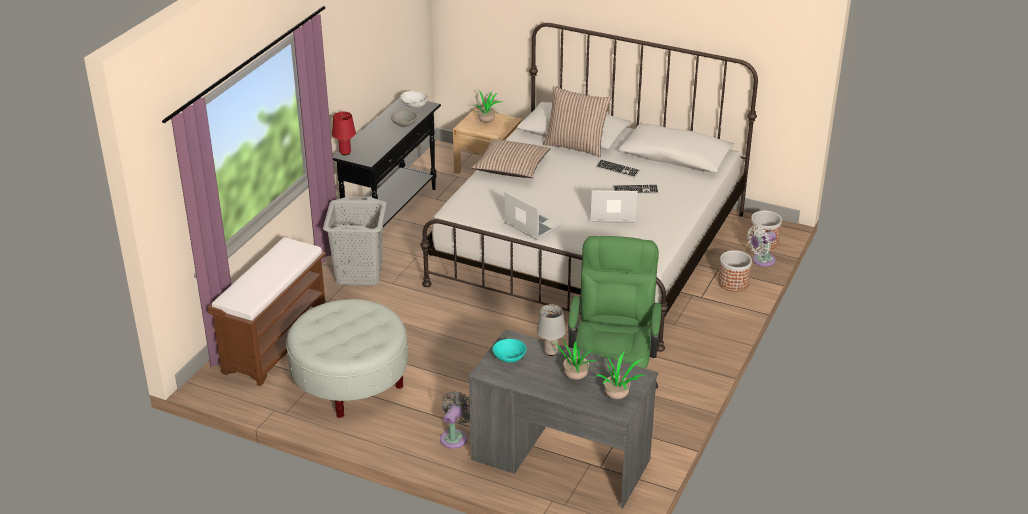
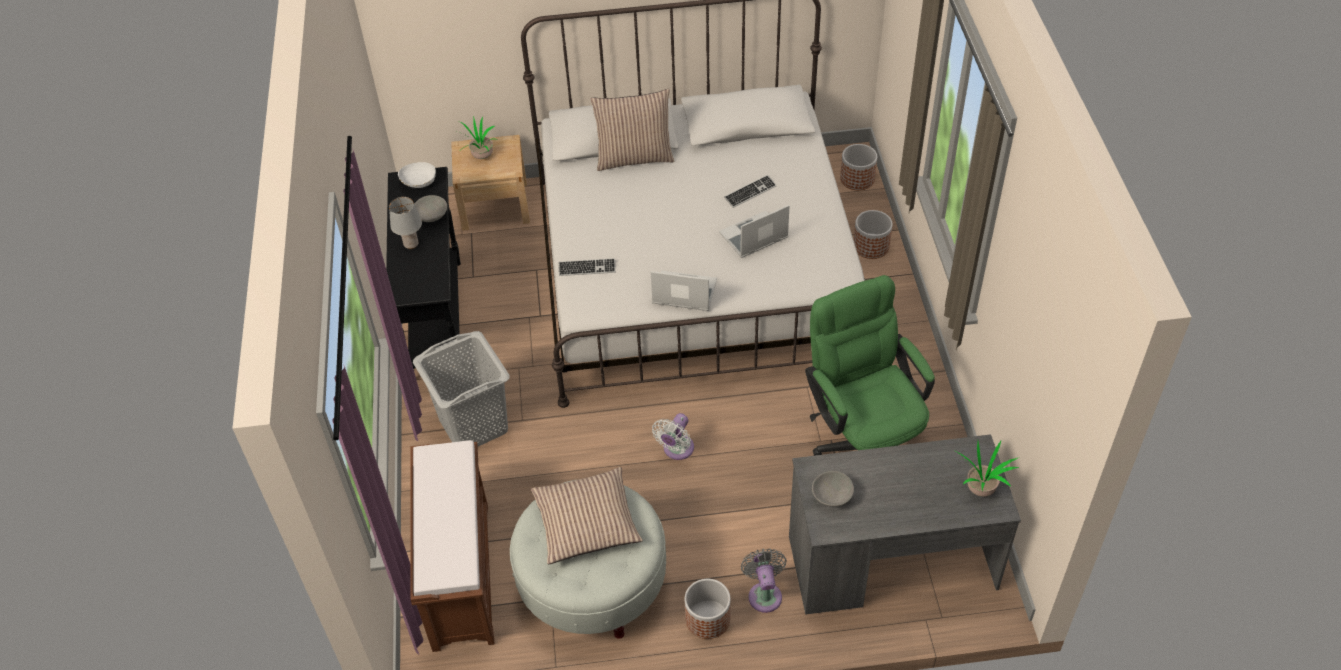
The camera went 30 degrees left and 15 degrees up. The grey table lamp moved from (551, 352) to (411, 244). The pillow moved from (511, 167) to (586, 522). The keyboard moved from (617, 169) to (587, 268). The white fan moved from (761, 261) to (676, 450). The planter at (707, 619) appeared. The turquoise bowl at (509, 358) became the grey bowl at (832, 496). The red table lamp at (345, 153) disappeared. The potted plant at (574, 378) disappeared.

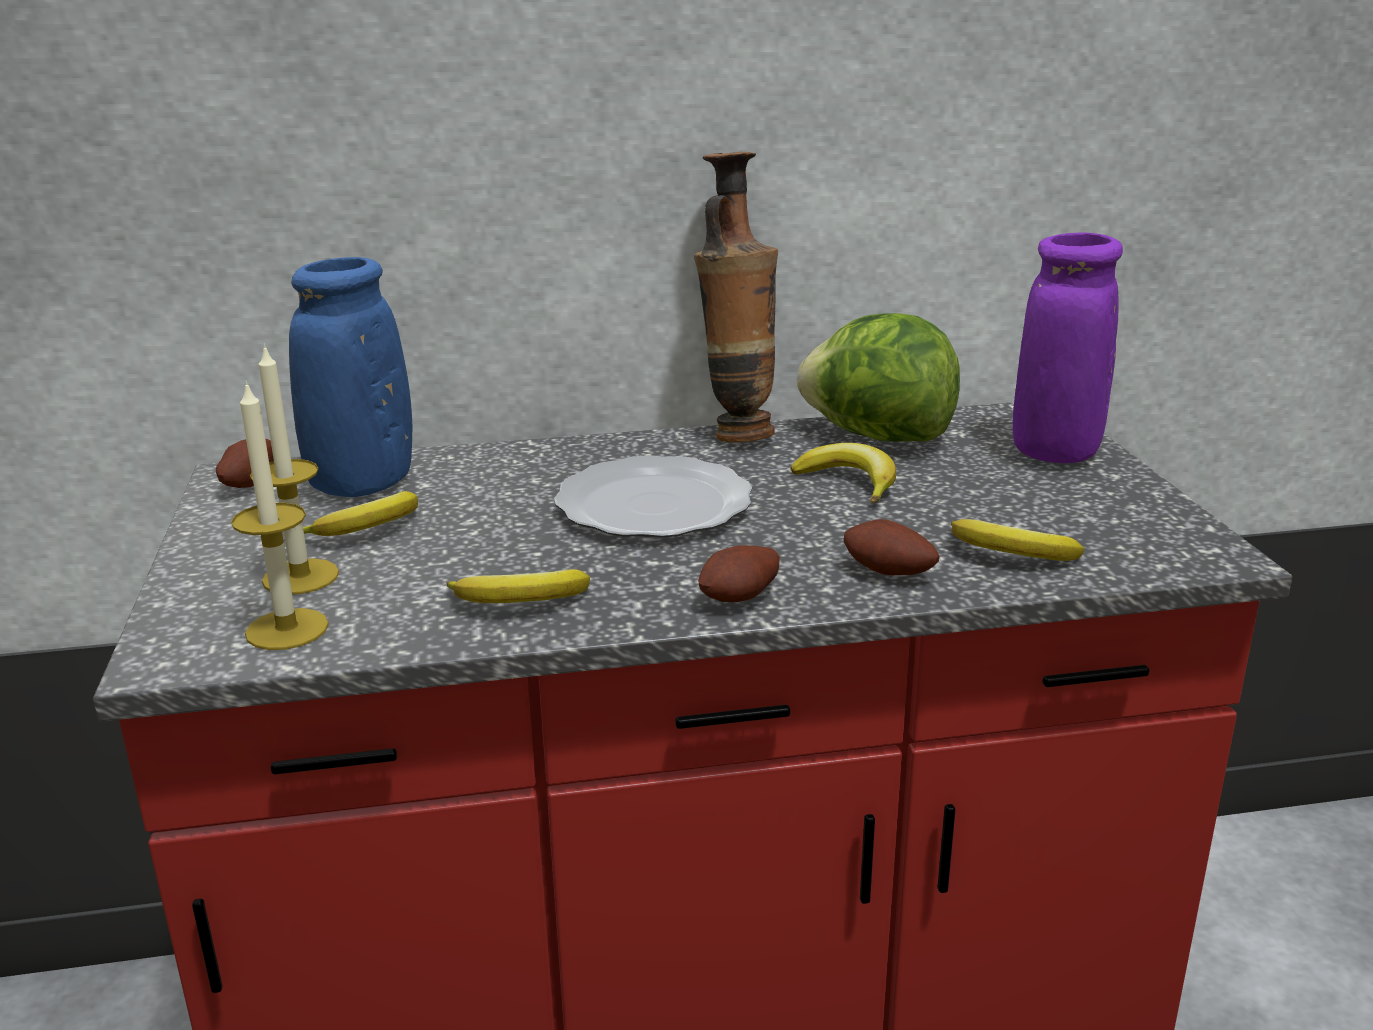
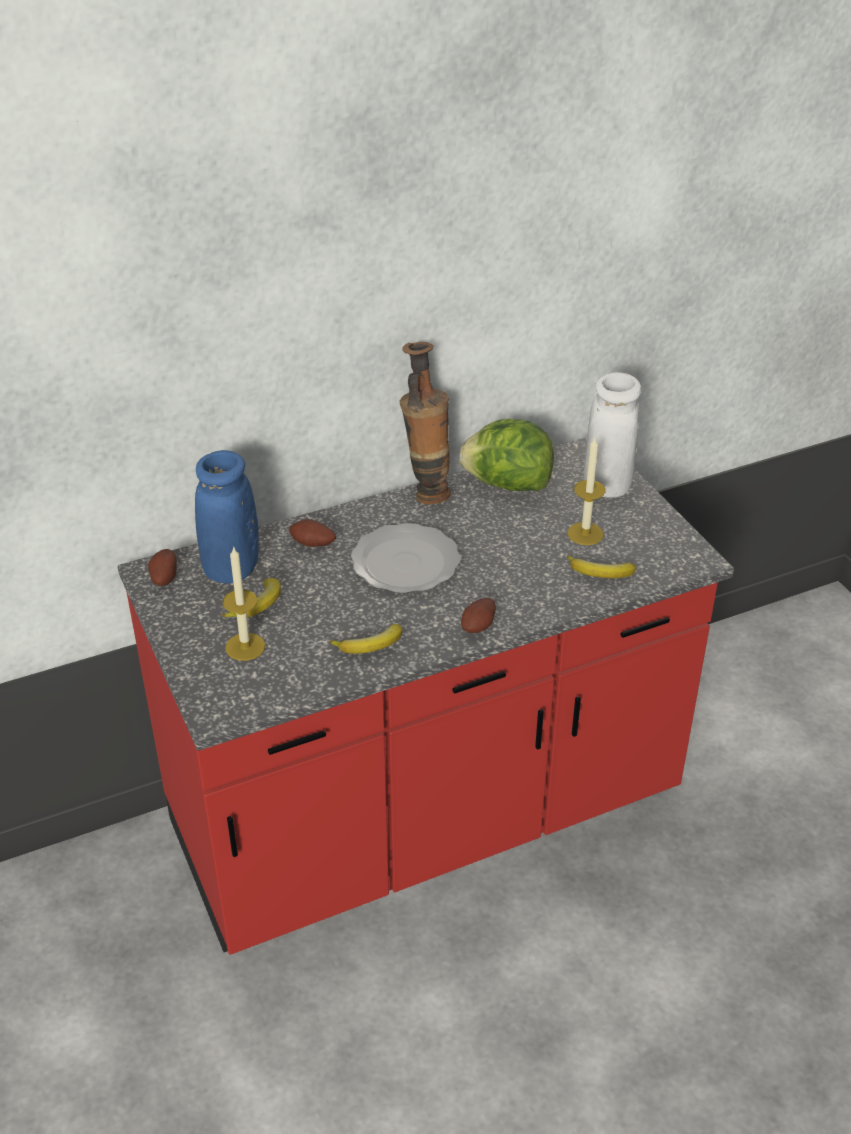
The camera went 15 degrees left and 15 degrees up. The potato moved from (887, 574) to (312, 545). The candle moved from (287, 629) to (585, 533). The purple vase at (1055, 452) became the white vase at (607, 486). The banana at (849, 483) disappeared.

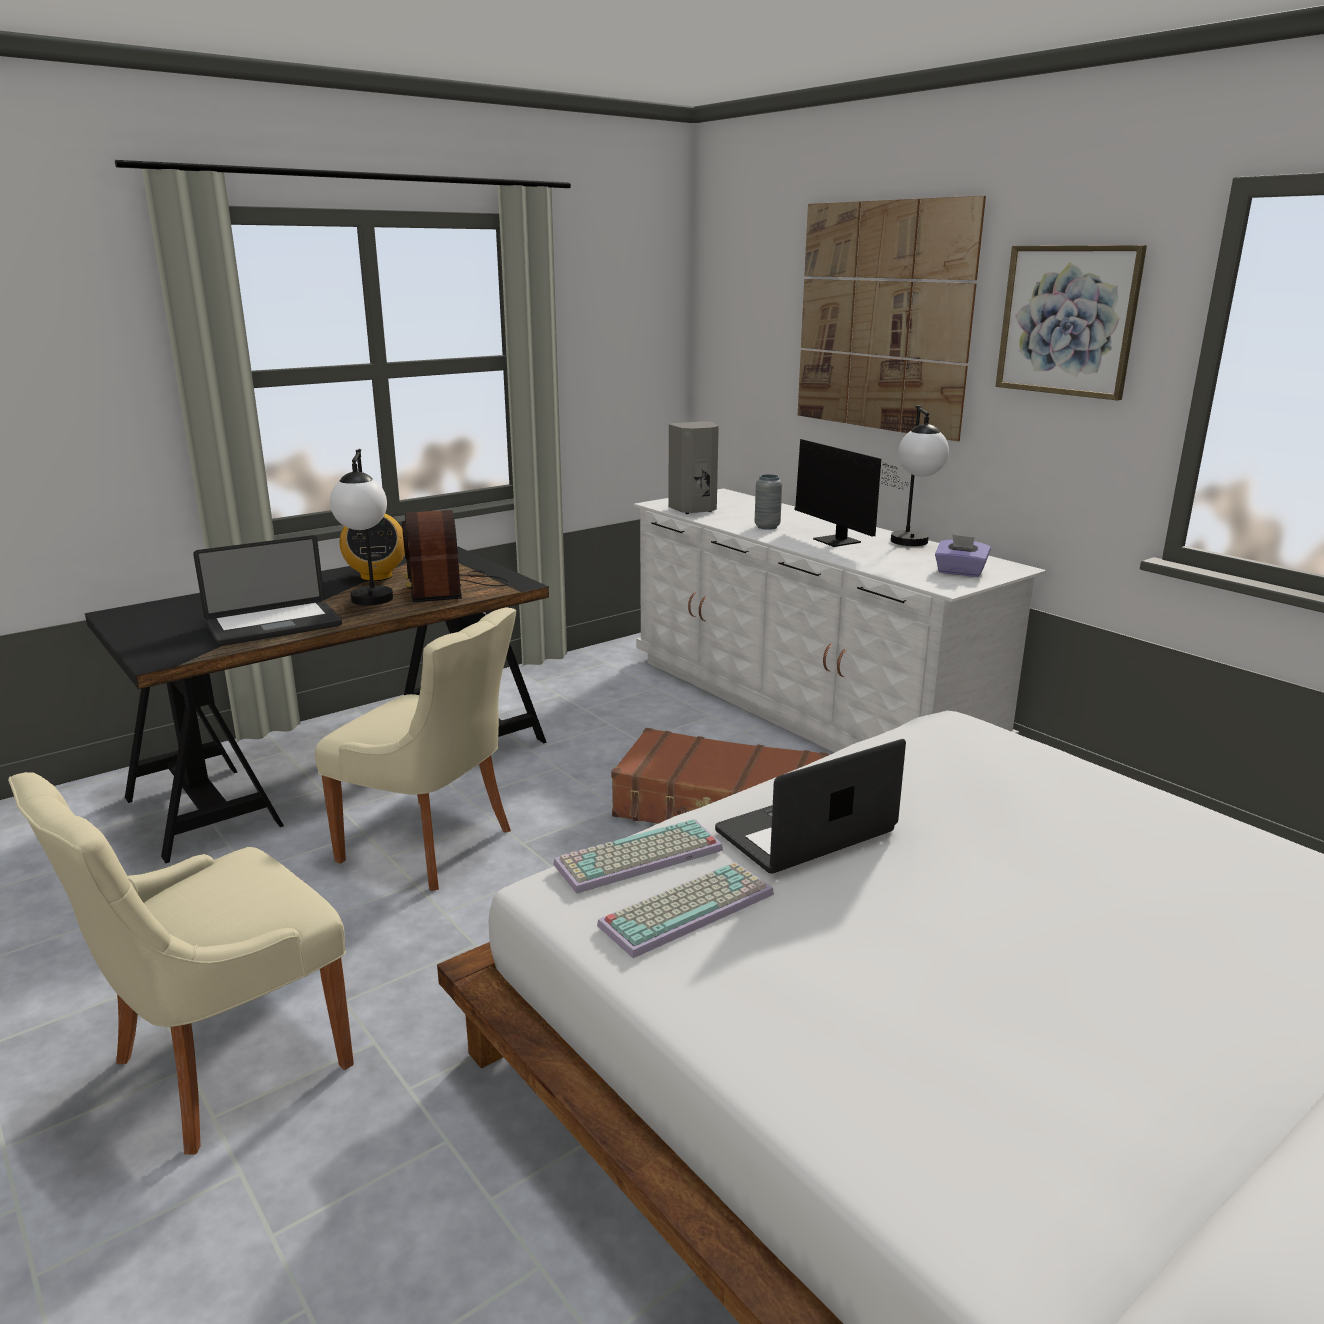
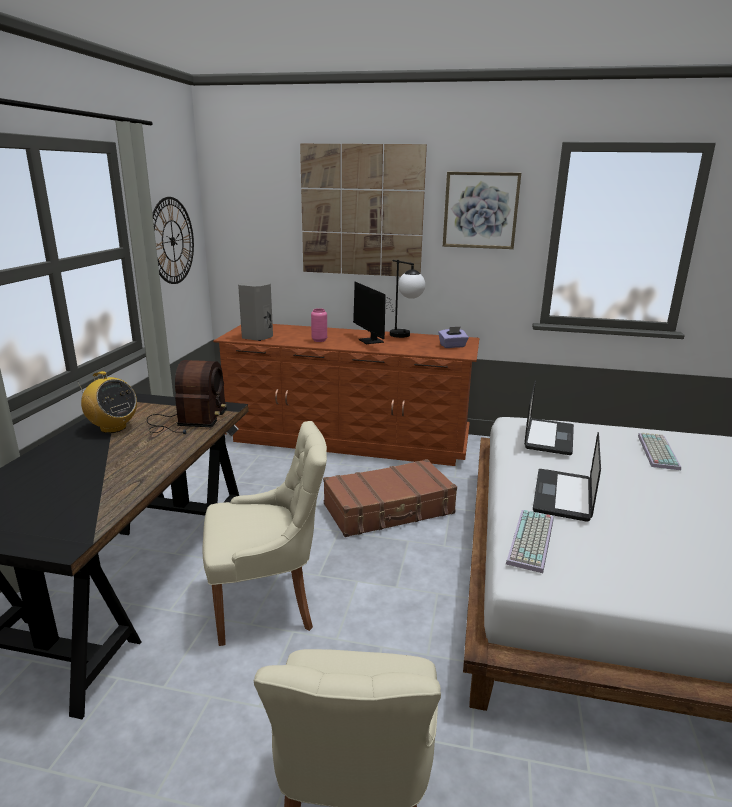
The camera went 40 degrees left and 0 degrees up. The radio at (452, 588) turned 120 degrees counterclockwise. The wall clock at (172, 241) appeared. The white dresser at (805, 703) became the brown dresser at (348, 439). The grey vase at (767, 527) became the pink vase at (319, 340). The monitor at (839, 542) turned 45 degrees clockwise. The laptop moved from (274, 626) to (549, 437). The keyboard moved from (687, 907) to (656, 451). The table lamp at (371, 604) disappeared.

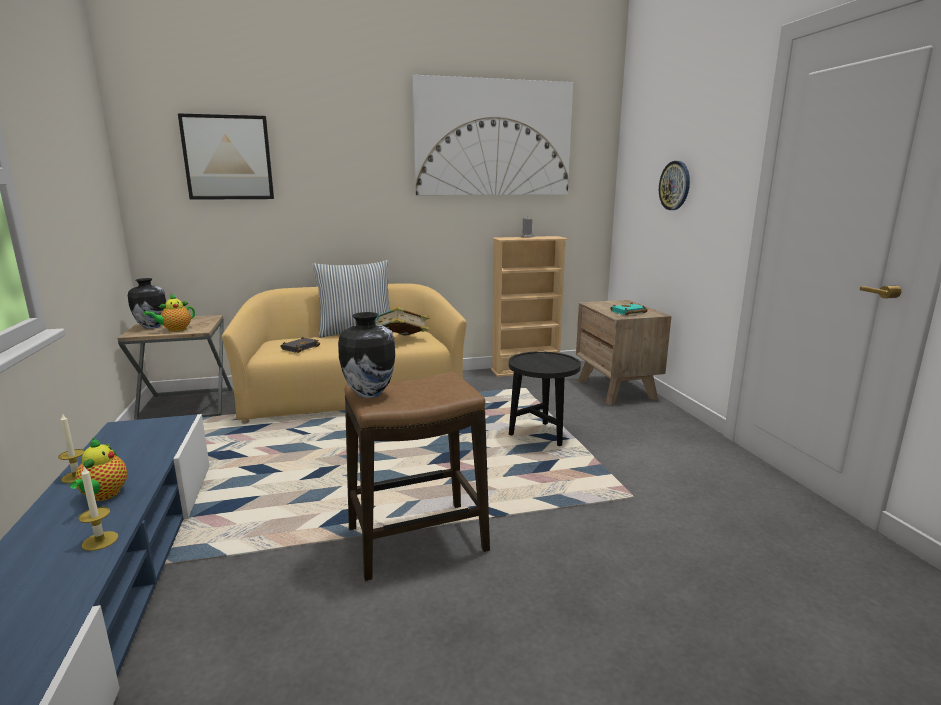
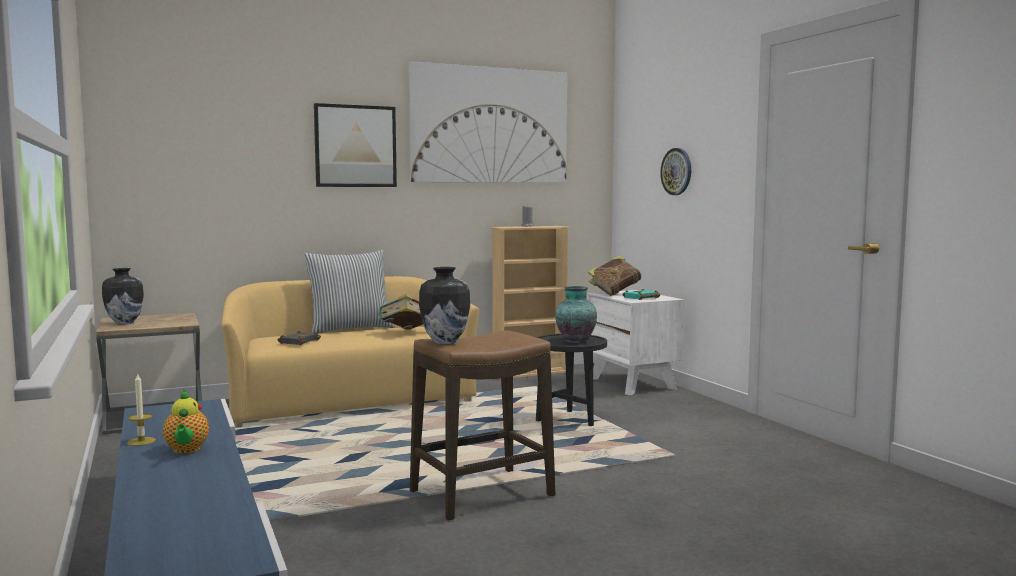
The camera went 10 degrees left and 10 degrees down. The picture moved from (228, 158) to (355, 146). The vase at (575, 341) appeared. The brown nightstand at (616, 389) became the white nightstand at (632, 383). The book at (614, 293) appeared. The candle at (100, 541) disappeared. The teapot at (175, 330) disappeared.

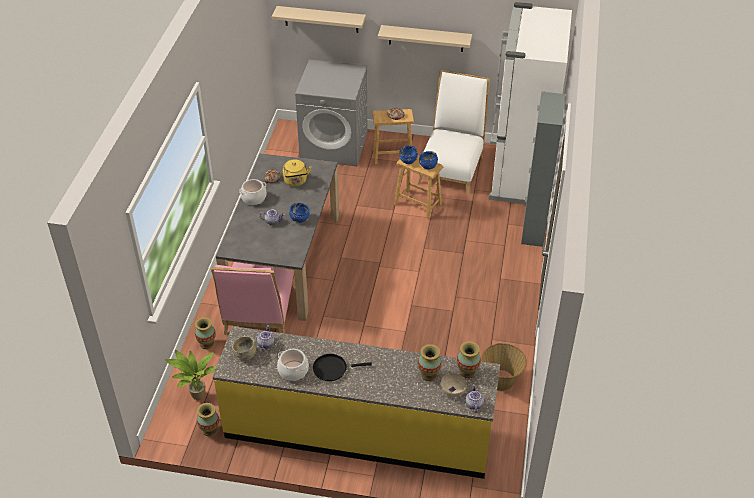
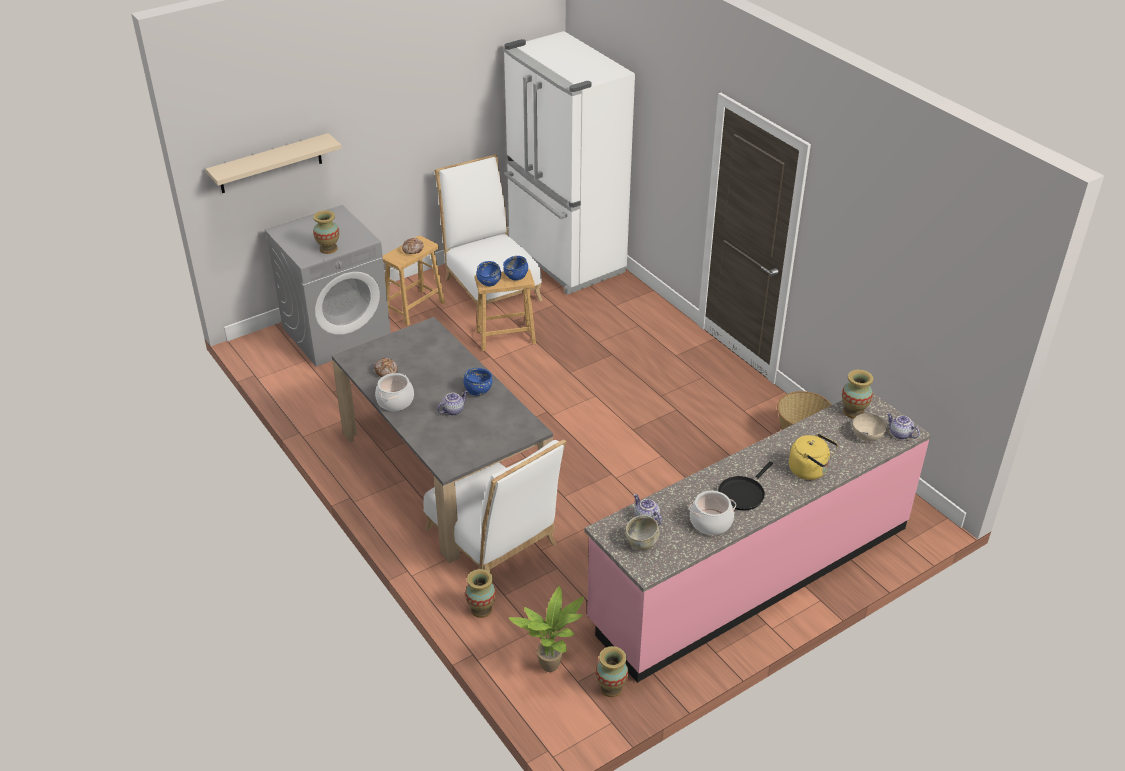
The camera went 45 degrees left and 5 degrees down. The vase moved from (429, 374) to (328, 249). The pink chair at (258, 314) became the white chair at (495, 542). The yellow counter at (358, 432) became the pink counter at (751, 574). The yellow kettle moved from (296, 182) to (810, 470). The beige shelf at (426, 38) disappeared. The grey cabinet at (533, 229) disappeared.

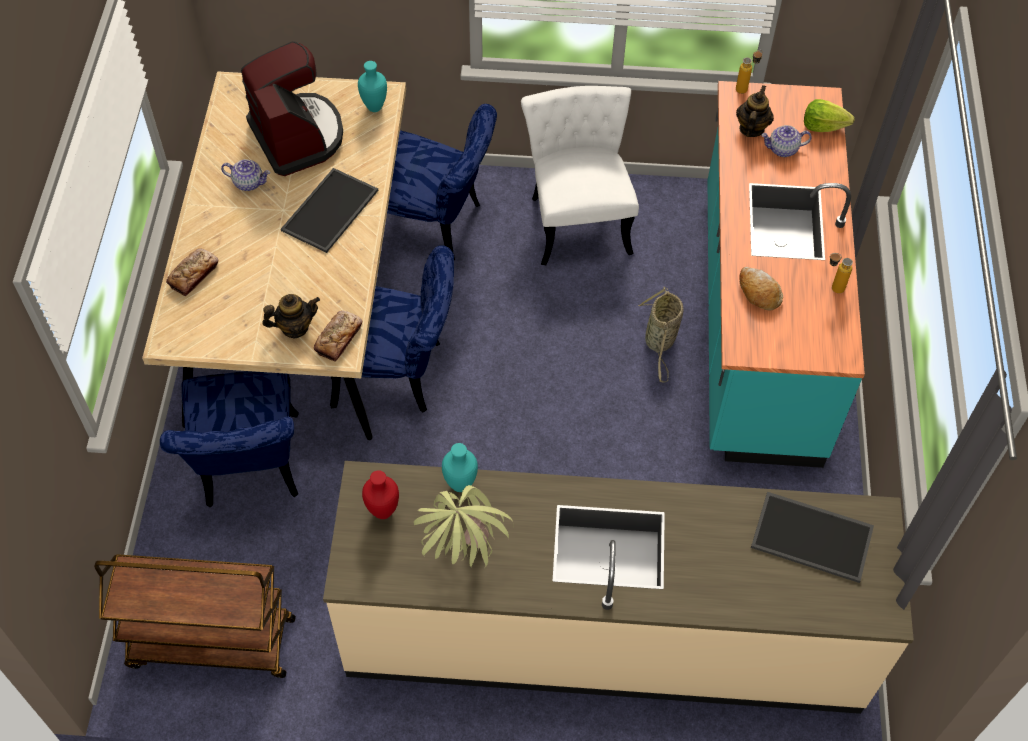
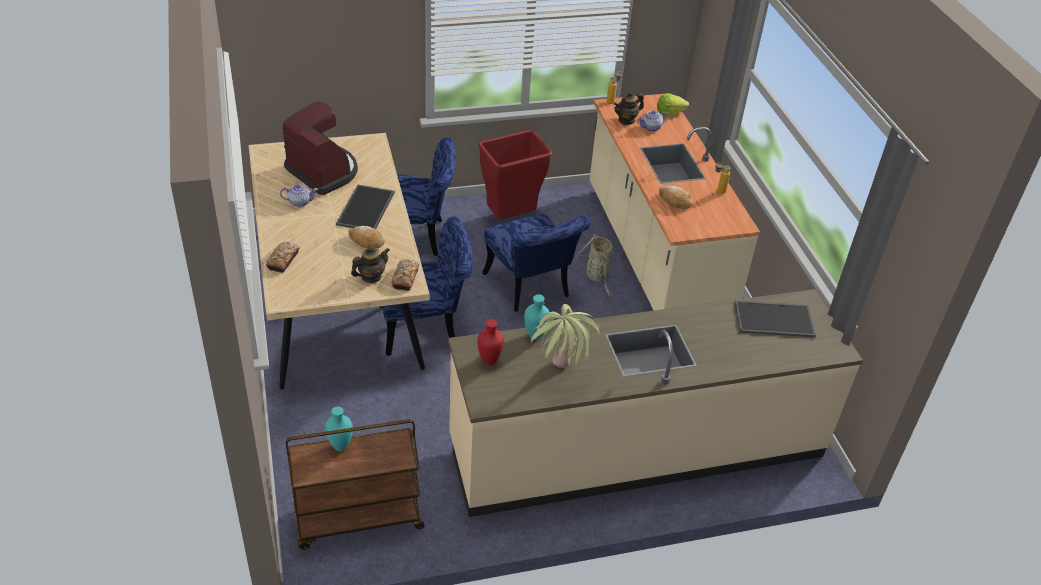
The camera went 20 degrees left and 15 degrees down. The turquoise vase moved from (373, 107) to (339, 446). The bread at (366, 241) appeared. The white chair at (577, 218) was replaced by the red trash can at (511, 217). The blue chair moved from (249, 470) to (530, 289). The turquoise counter at (757, 321) became the beige counter at (654, 253). The teapot at (751, 128) turned 120 degrees counterclockwise.

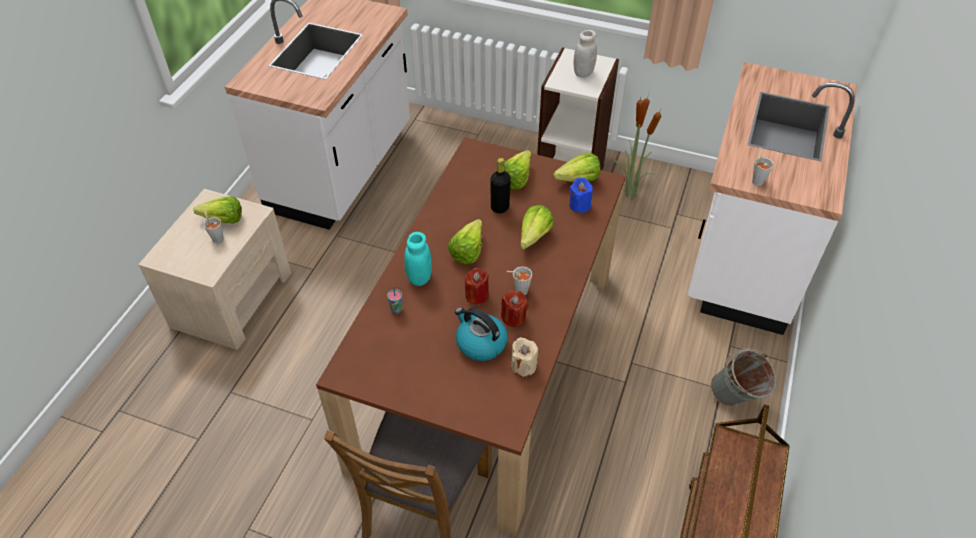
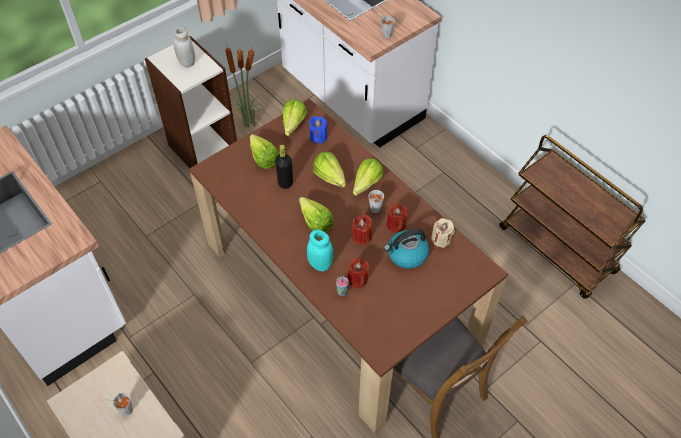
The camera went 60 degrees left and 5 degrees up. The red candle at (357, 279) appeared. The lettuce moved from (220, 219) to (364, 186). The grey bucket at (736, 399) disappeared.

